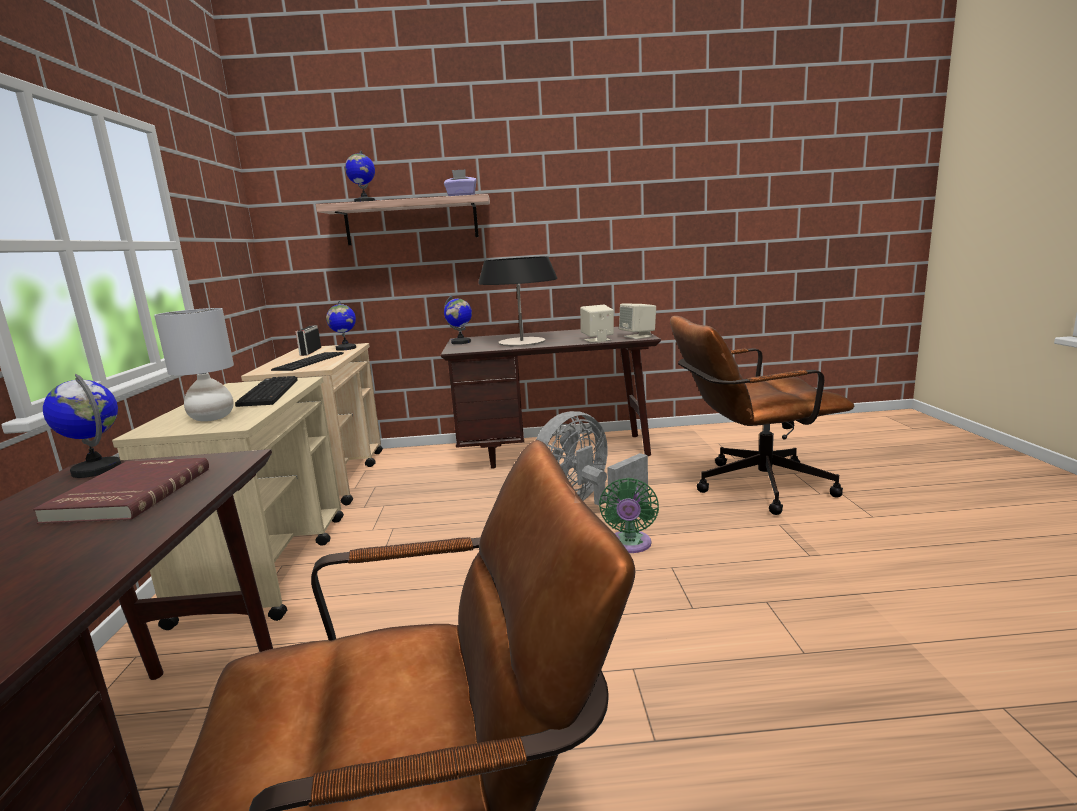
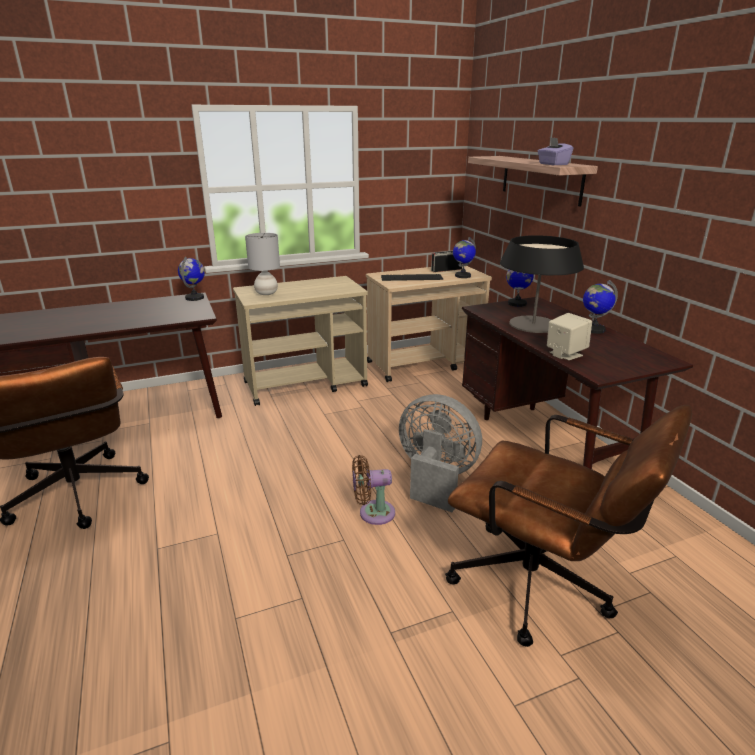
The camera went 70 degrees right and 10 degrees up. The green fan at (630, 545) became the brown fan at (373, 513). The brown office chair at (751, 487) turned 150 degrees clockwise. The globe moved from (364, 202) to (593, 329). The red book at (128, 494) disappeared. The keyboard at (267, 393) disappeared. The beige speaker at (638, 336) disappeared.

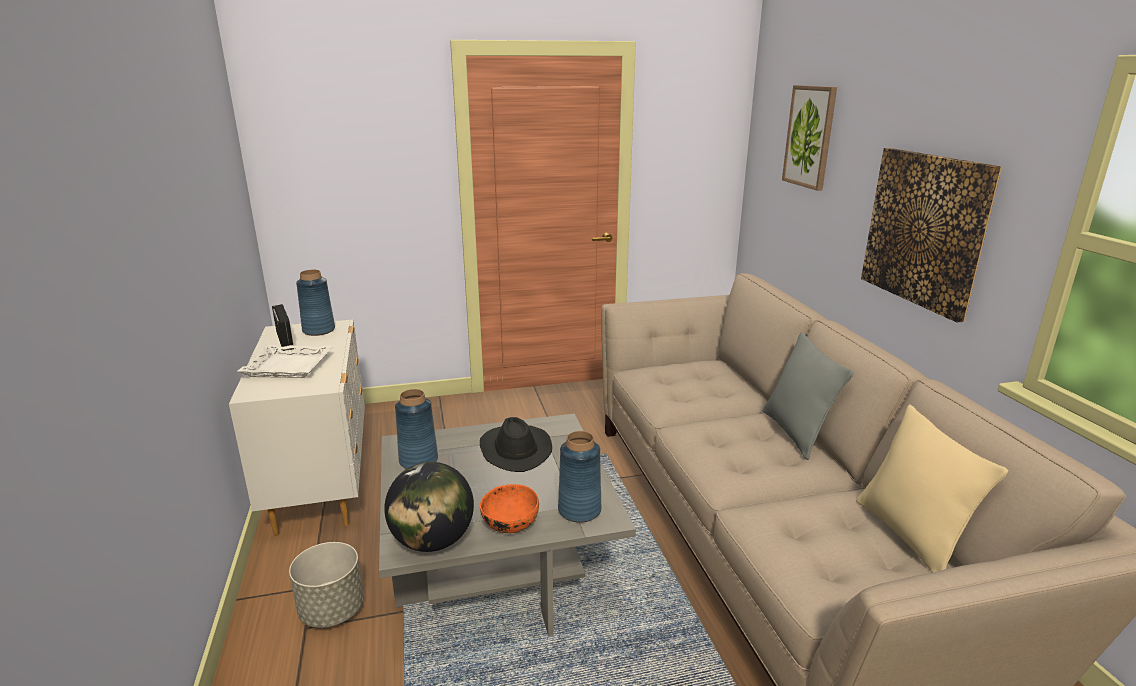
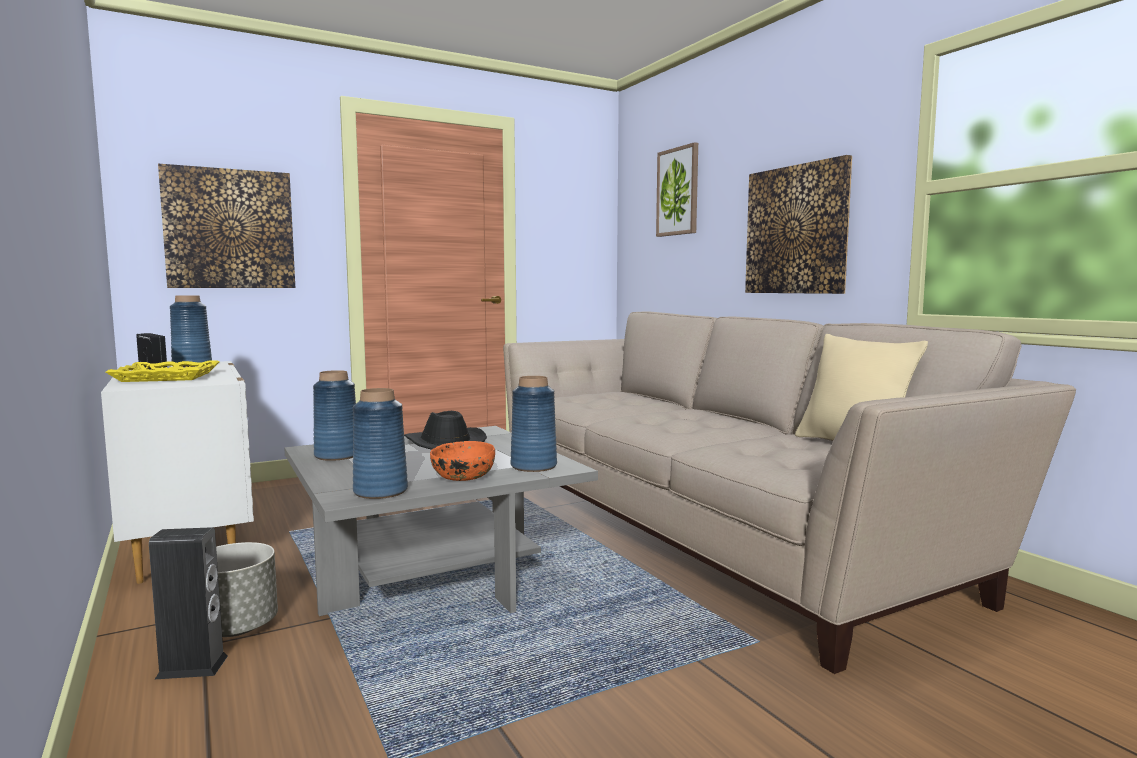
The camera went 15 degrees left and 15 degrees down. The white tray at (288, 366) became the yellow tray at (167, 377). The speaker at (192, 667) appeared. The picture at (229, 229) appeared. The globe at (433, 541) was replaced by the blue vase at (380, 491). The grey pillow at (796, 433) disappeared.

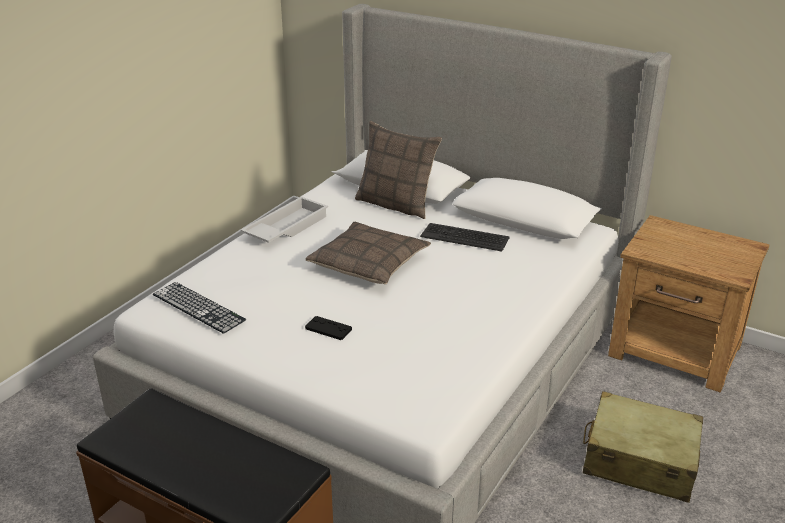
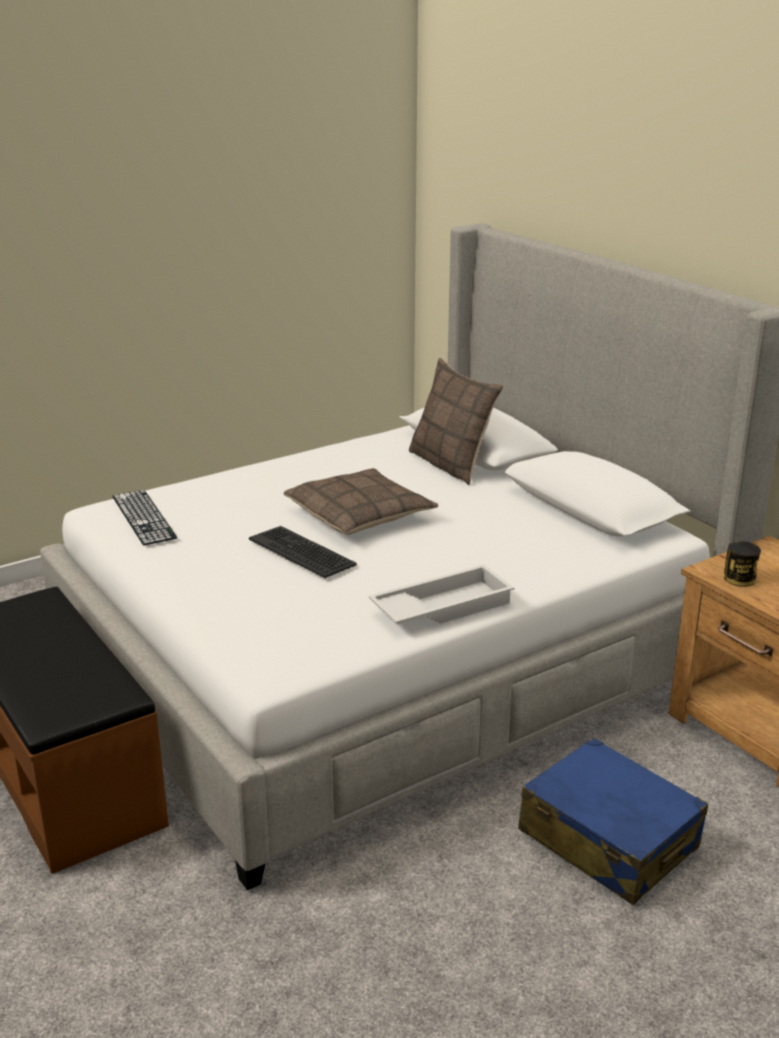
The camera went 25 degrees right and 5 degrees down. The keyboard moved from (465, 237) to (302, 552). The white tray moved from (285, 227) to (441, 606). The beige suitcase at (639, 461) became the blue suitcase at (608, 839). The can at (739, 578) appeared. The black game controller at (328, 329) disappeared.

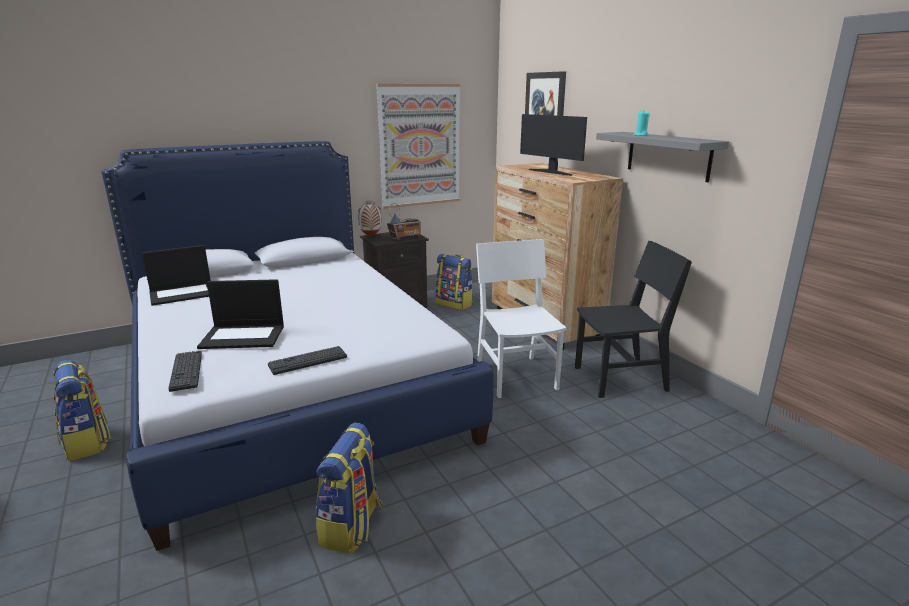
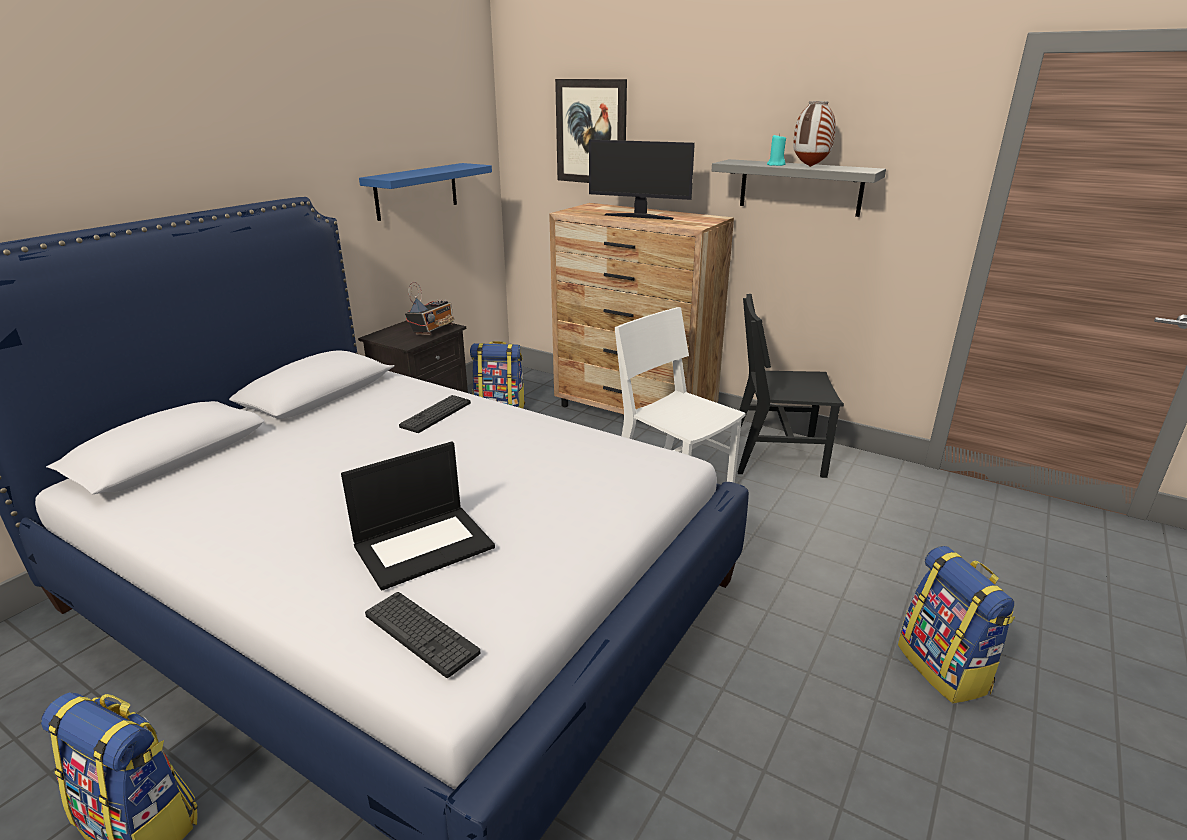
The camera went 30 degrees left and 5 degrees up. The picture at (420, 146) was replaced by the blue shelf at (416, 191). The keyboard moved from (308, 361) to (436, 414). The black chair at (620, 379) turned 135 degrees counterclockwise. The vase moved from (370, 236) to (810, 166). The backpack moved from (352, 527) to (944, 669). The laptop at (183, 293) disappeared.

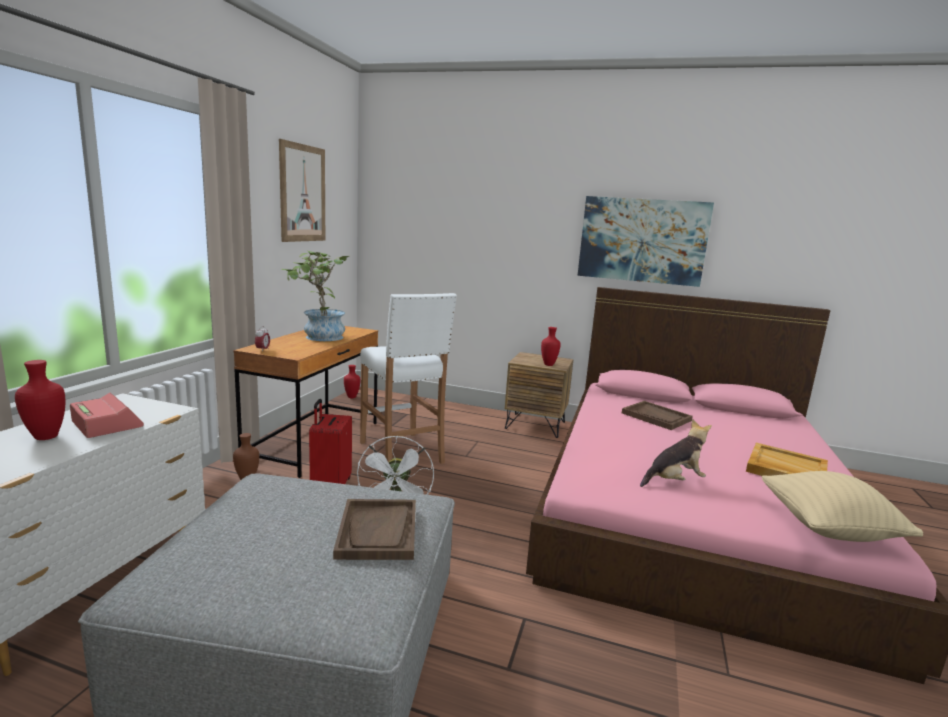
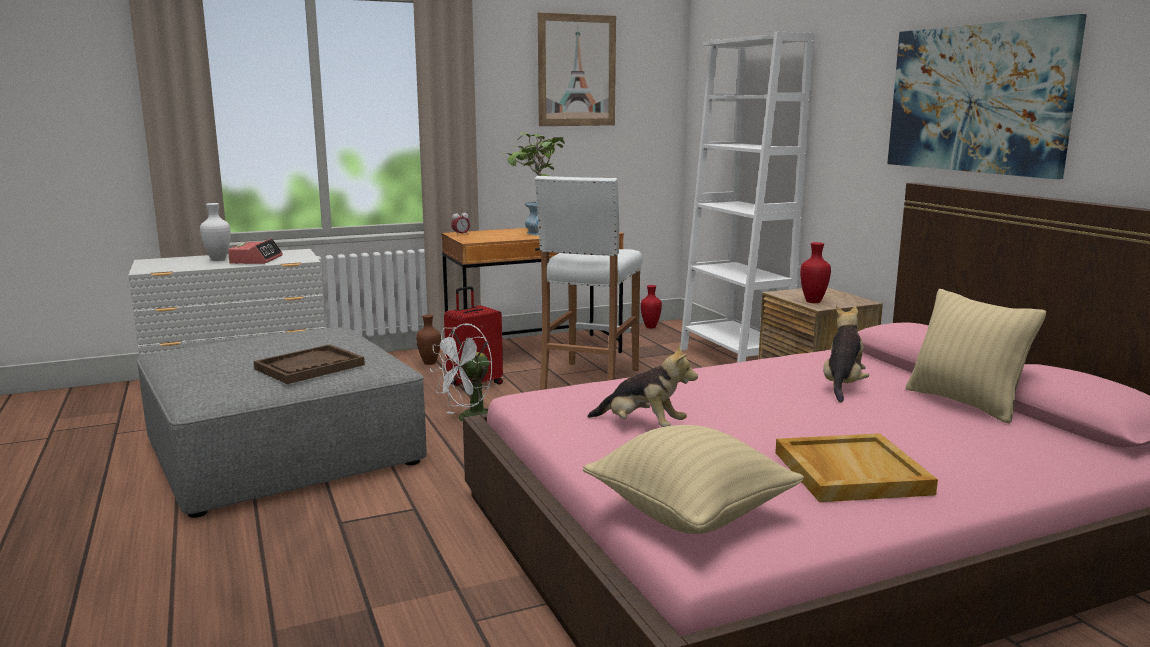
The camera went 50 degrees right and 0 degrees up. The red vase at (47, 437) became the white vase at (218, 260). The white bookcase at (733, 359) appeared. The brown tray at (656, 417) was replaced by the plush toy at (842, 385). The beige pillow at (964, 403) appeared.

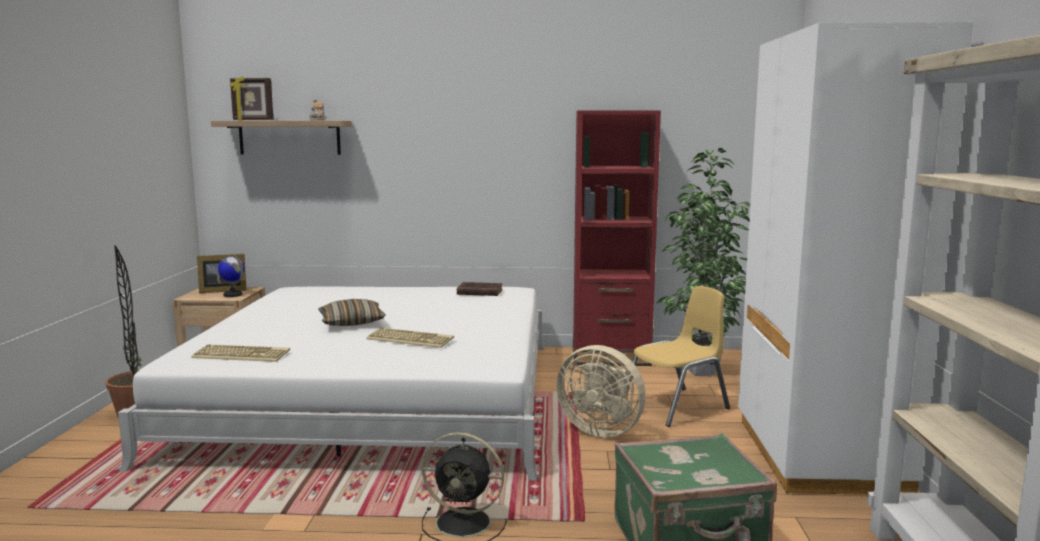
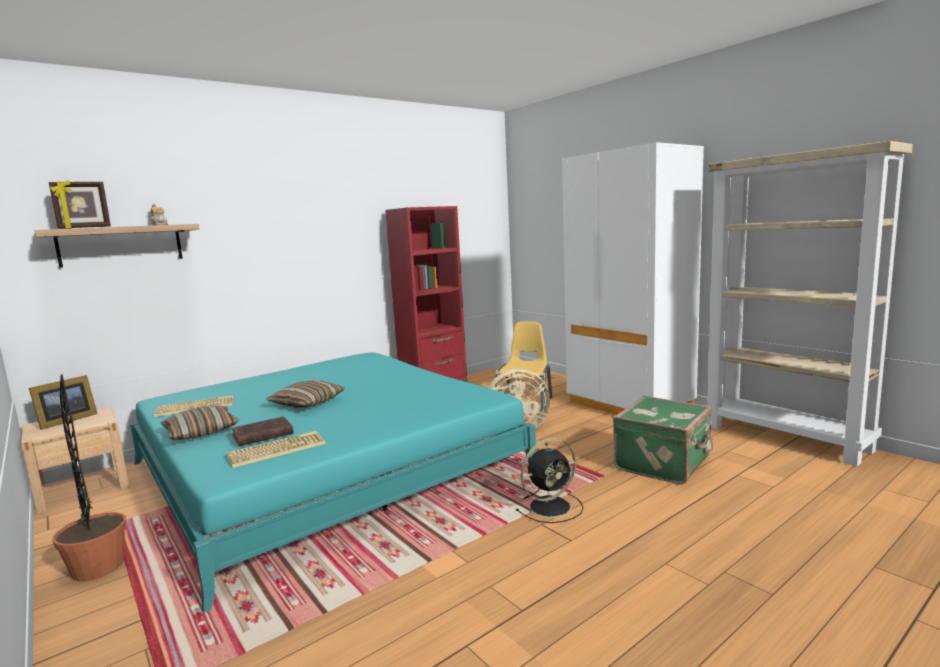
The camera went 40 degrees left and 0 degrees up. The white bed at (377, 397) became the turquoise bed at (325, 466). The keyboard moved from (411, 339) to (196, 407). The pillow at (201, 432) appeared. The brown book moved from (478, 292) to (261, 435). The globe at (232, 295) disappeared. The potted plant at (699, 373) disappeared.

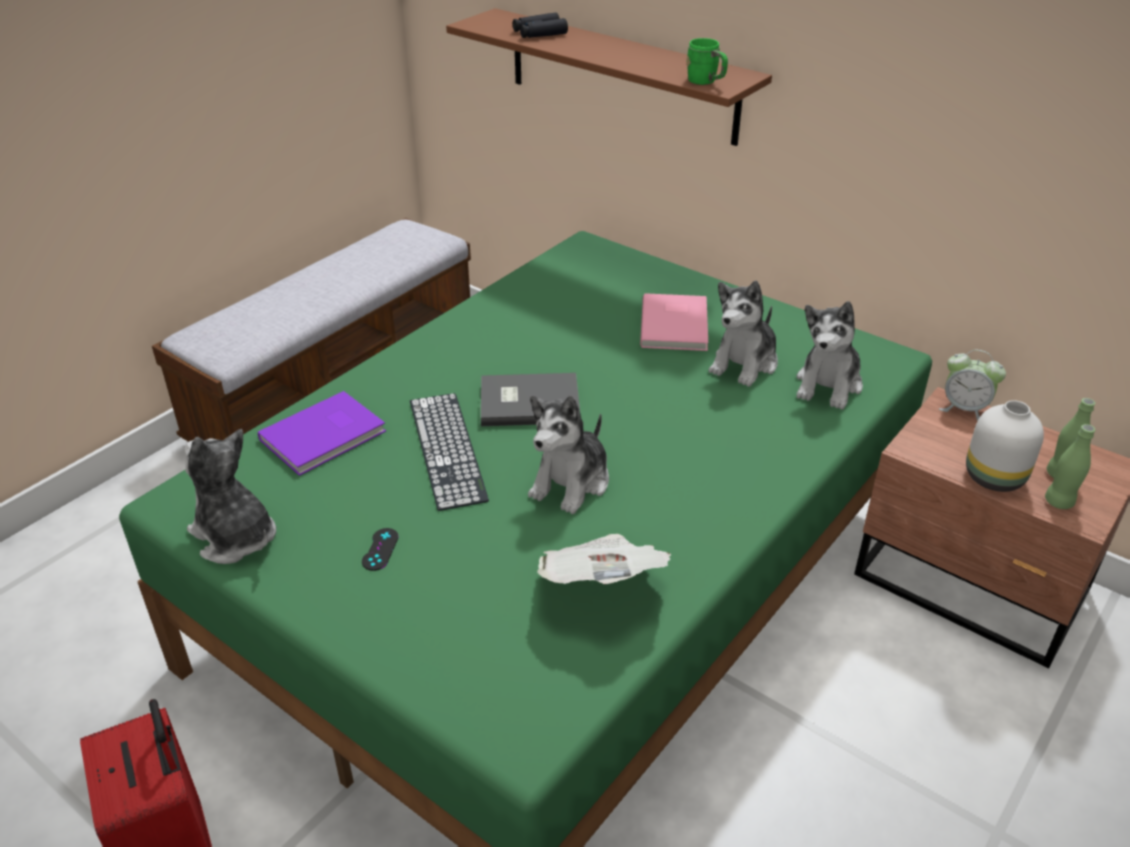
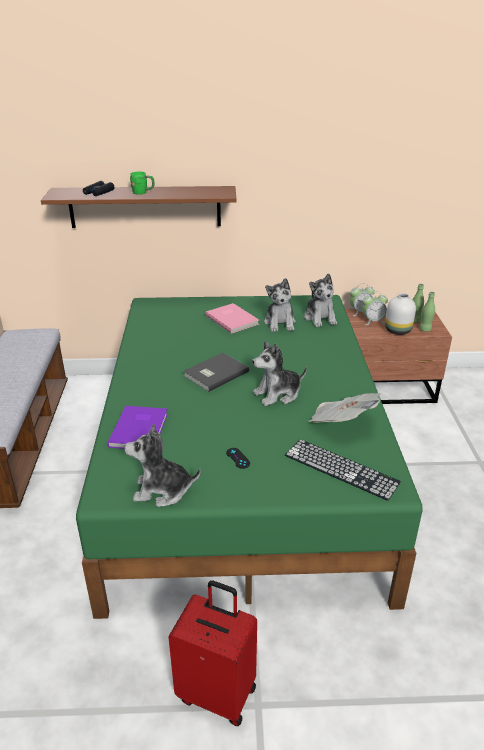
The camera went 40 degrees left and 5 degrees down. The green mug moved from (706, 82) to (143, 192). The plush toy at (571, 482) turned 75 degrees clockwise. The keyboard moved from (447, 449) to (341, 468). The alarm clock at (372, 321) appeared.

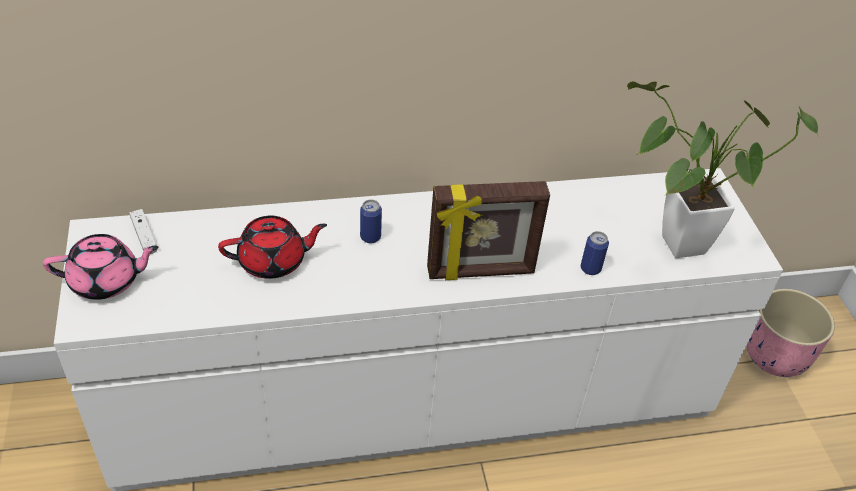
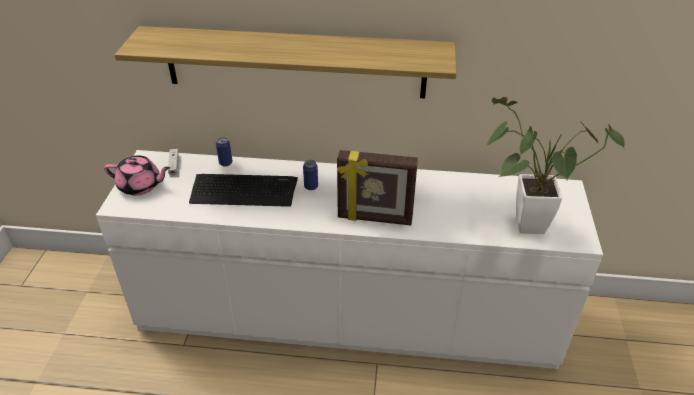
The camera went 20 degrees right and 5 degrees down. The shelf at (295, 62) appeared. The red teapot at (273, 261) was replaced by the keyboard at (243, 191). The can moved from (590, 269) to (225, 163). The pink planter at (775, 357) disappeared.

